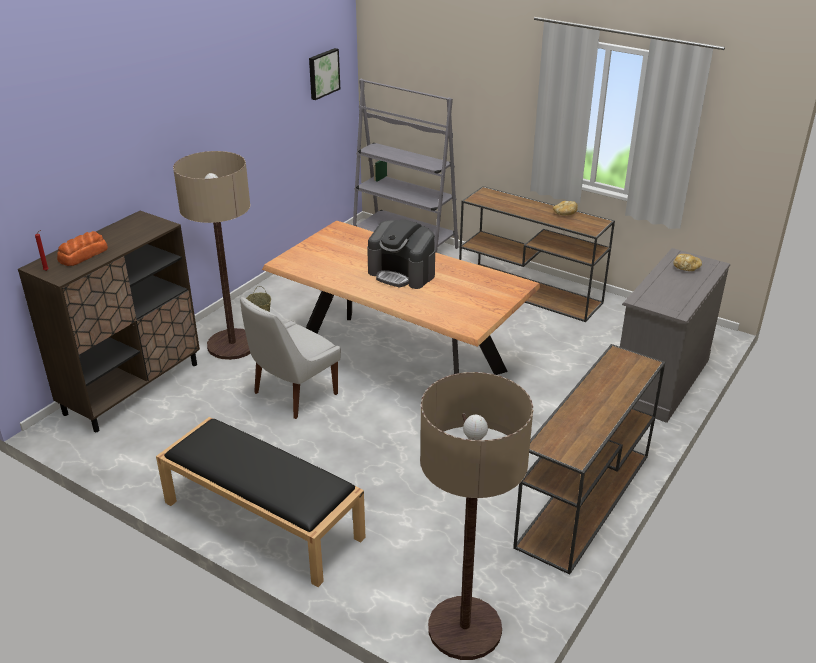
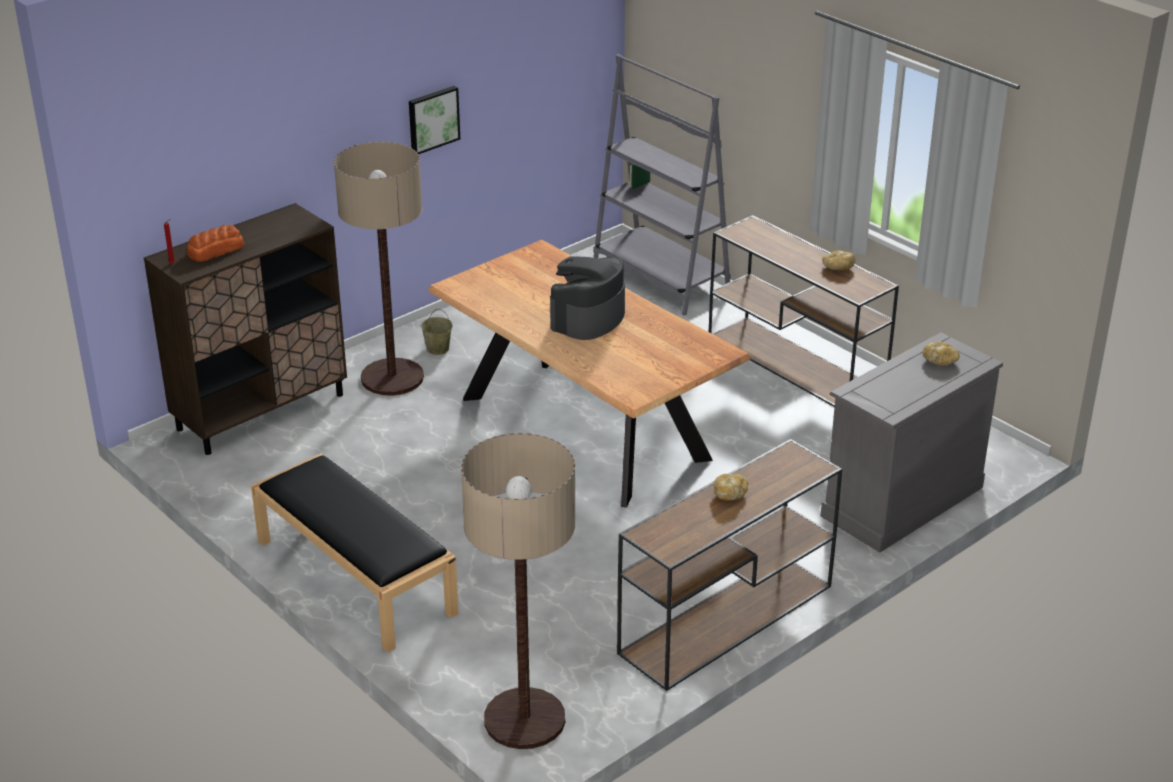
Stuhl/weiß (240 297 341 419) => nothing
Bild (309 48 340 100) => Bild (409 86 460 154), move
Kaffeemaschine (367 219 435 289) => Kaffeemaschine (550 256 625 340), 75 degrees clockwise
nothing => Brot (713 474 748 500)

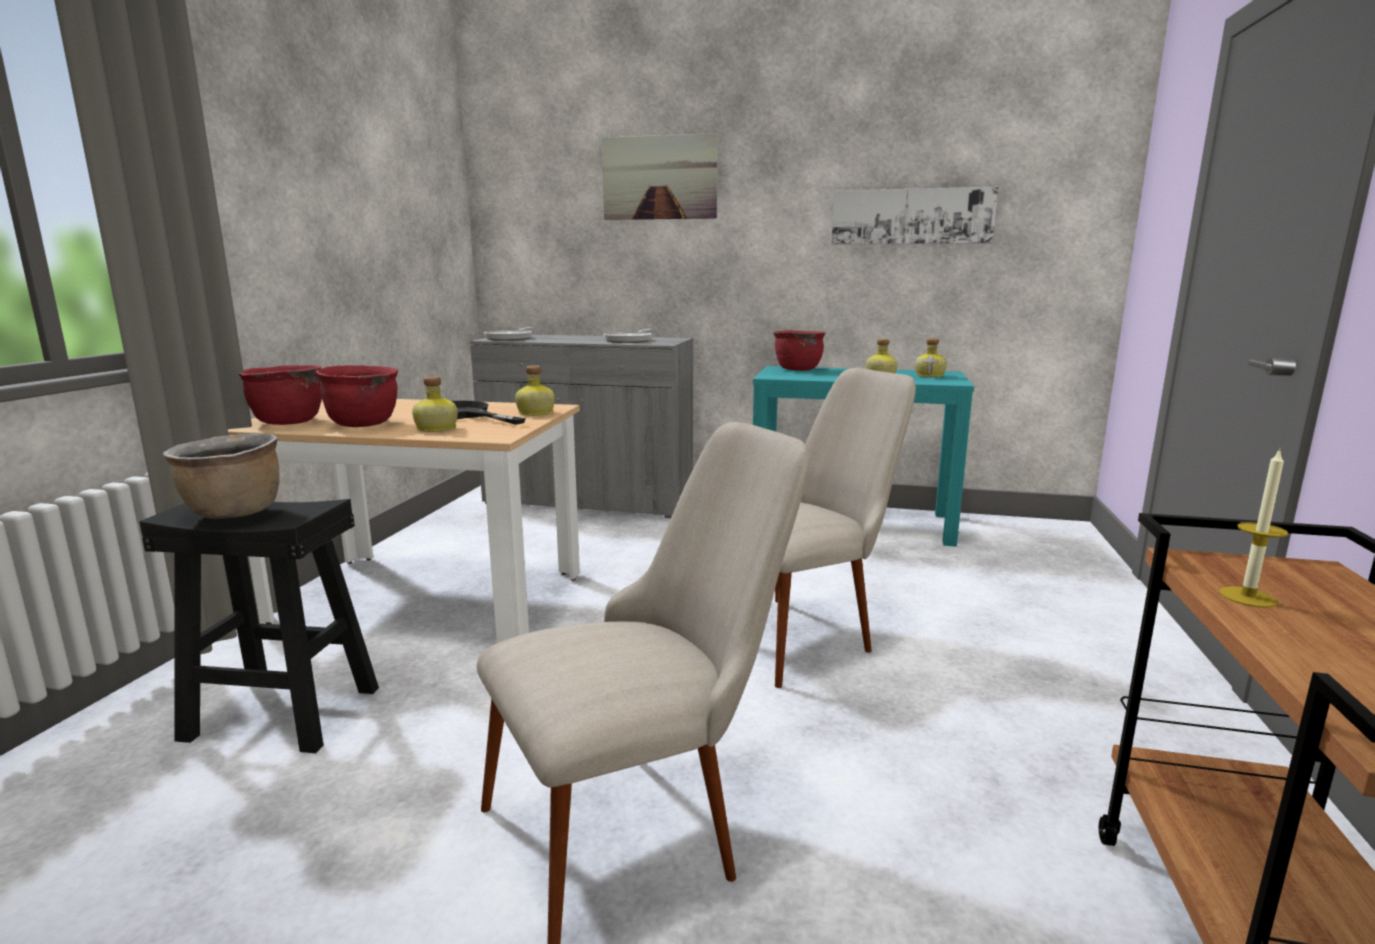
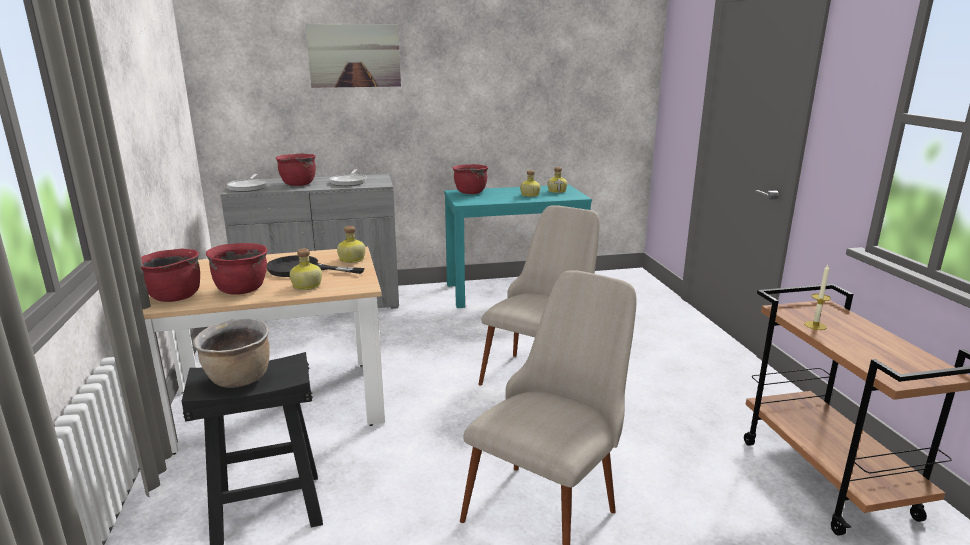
Bild (832 187 998 244) => nothing
nothing => Kochtopf/rot (276 154 316 186)

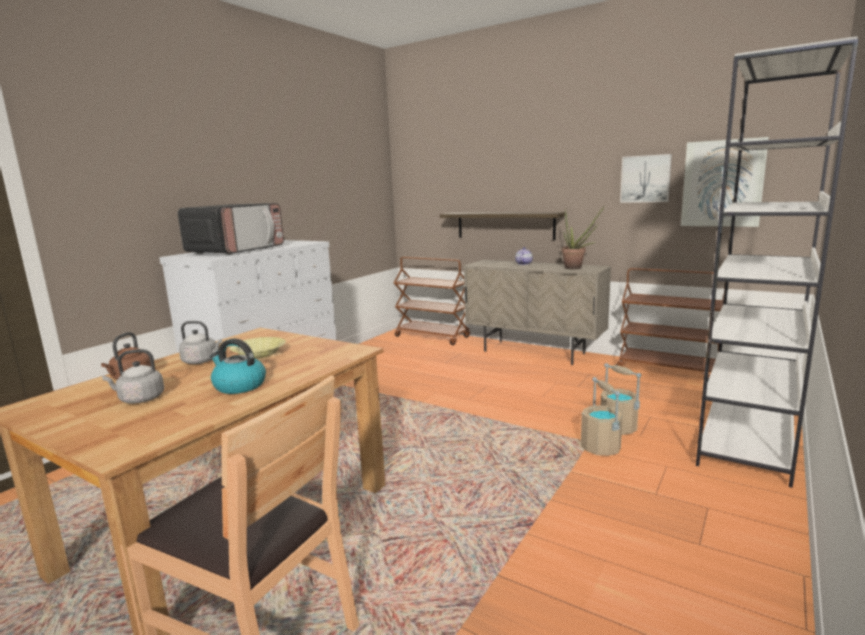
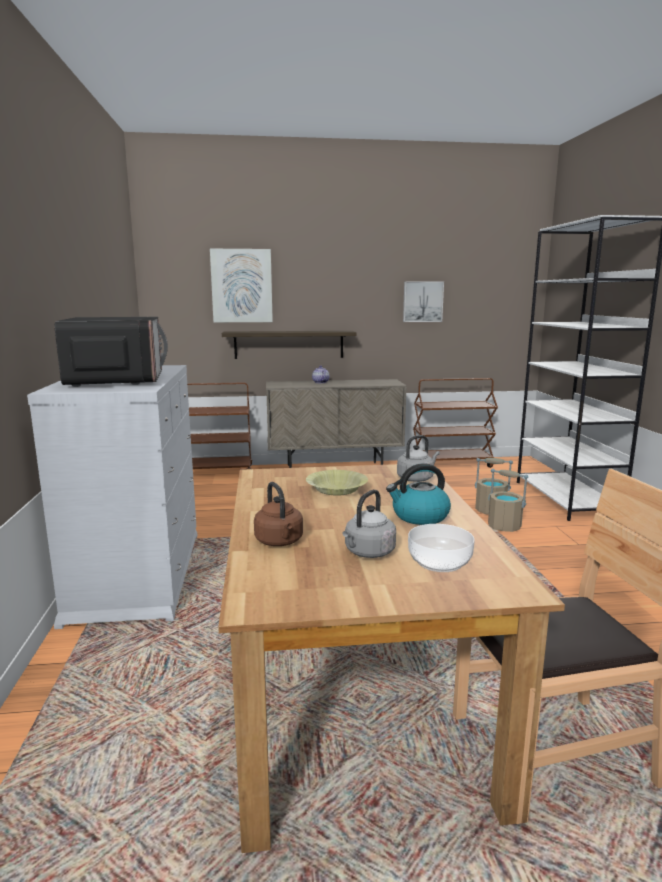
Wasserkessel/grau (179 321 222 364) => Wasserkessel/grau (397 435 440 482), move
Topfpflanze (561 207 604 269) => nothing
Bild (681 137 769 227) => Bild (210 249 273 322), move
nothing => Schüssel (408 524 475 572)

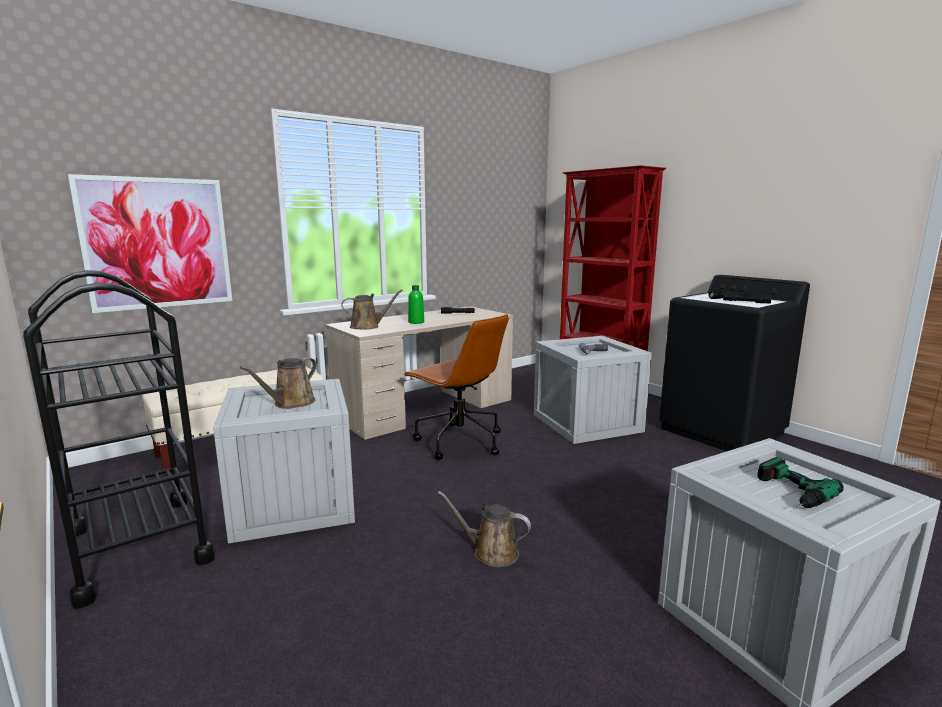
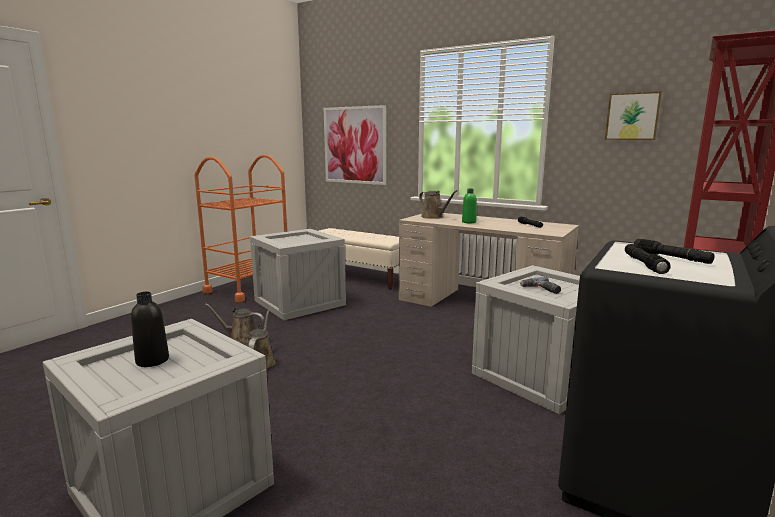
Rollwagen/schwarz (23 270 215 609) => Rollwagen/orange (194 154 287 302)
Gießkanne/braun (240 357 317 409) => Gießkanne/braun (205 304 264 346), move
Bürostuhl/braun (403 314 509 460) => nothing
Bohrmaschine (757 457 844 509) => Flasche/schwarz (131 292 169 367)
nothing => Bild (605 91 662 140)

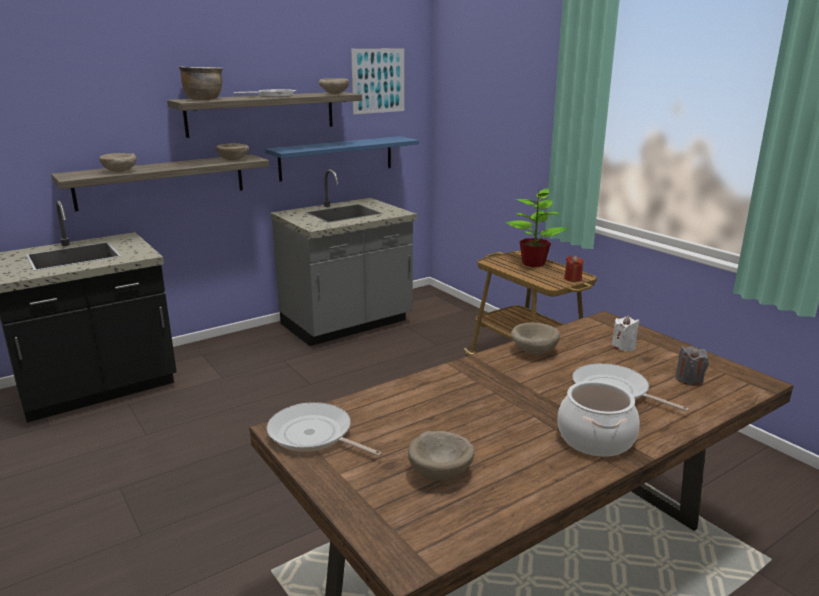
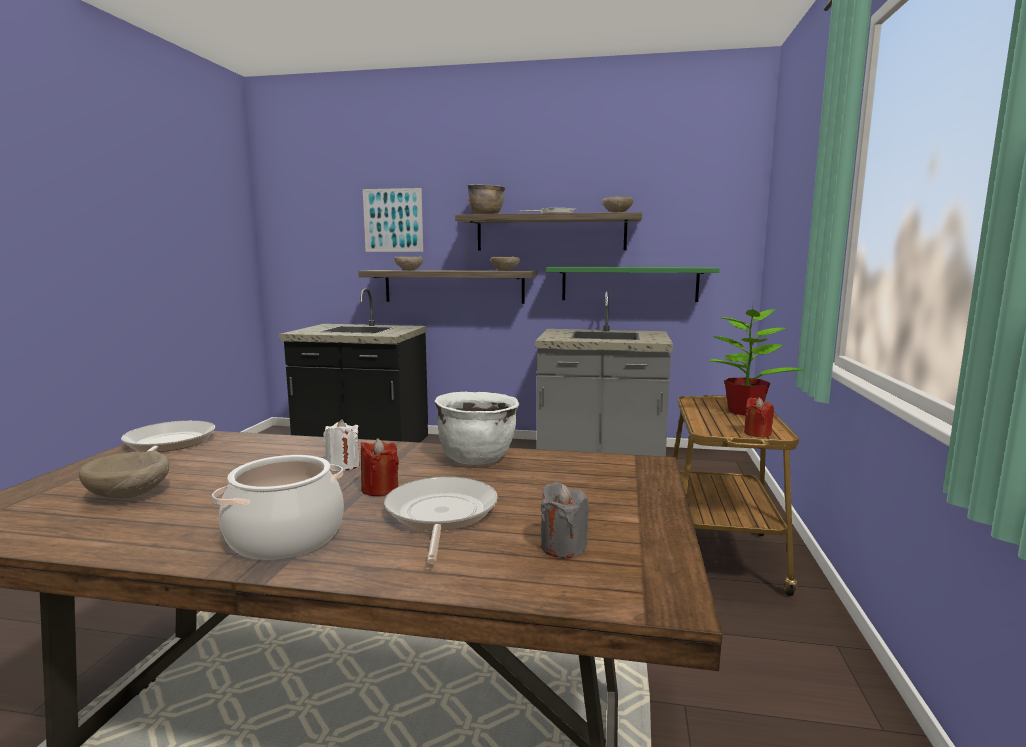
Wandregal/blau (265 136 419 181) => Wandregal/grün (546 267 720 302)
Bild (351 48 404 114) => Bild (363 188 423 252), move
Schüssel/beige (511 323 560 355) => Kochtopf/weiß (435 392 519 465)
Kerze/weiß (612 315 640 351) => Kerze/weiß (323 419 360 471), move
nothing => Kerze/rot (361 438 399 496)

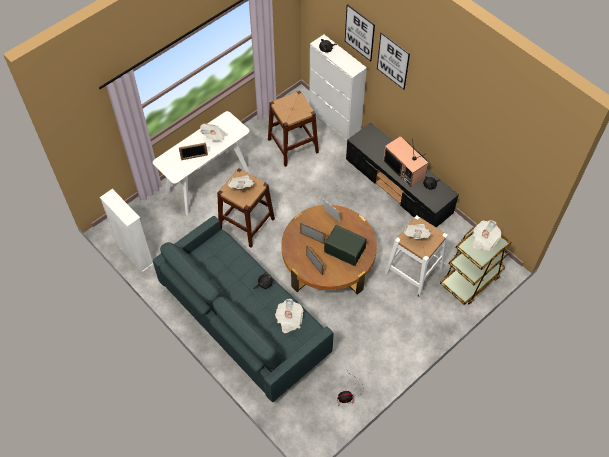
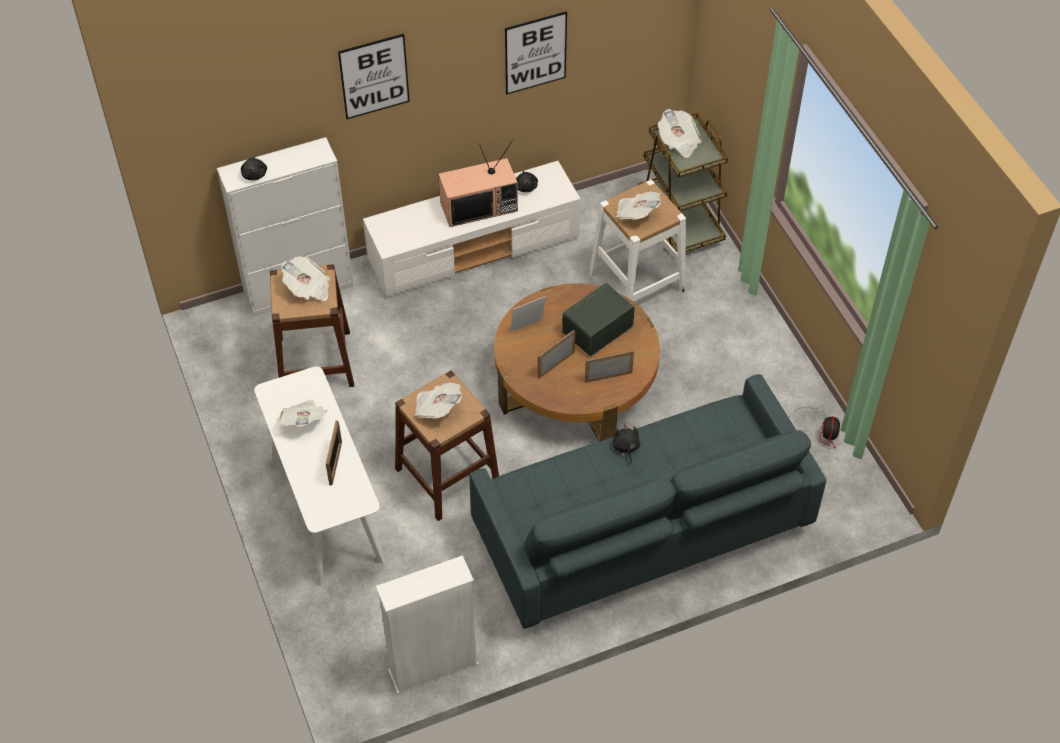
Zeitung (275 299 303 333) => Zeitung (281 256 330 301), move
Bild (345 4 375 61) => Bild (505 11 567 95), move
Fernsehschrank/schwarz (346 123 459 227) => Fernsehschrank/weiß (363 161 581 297)

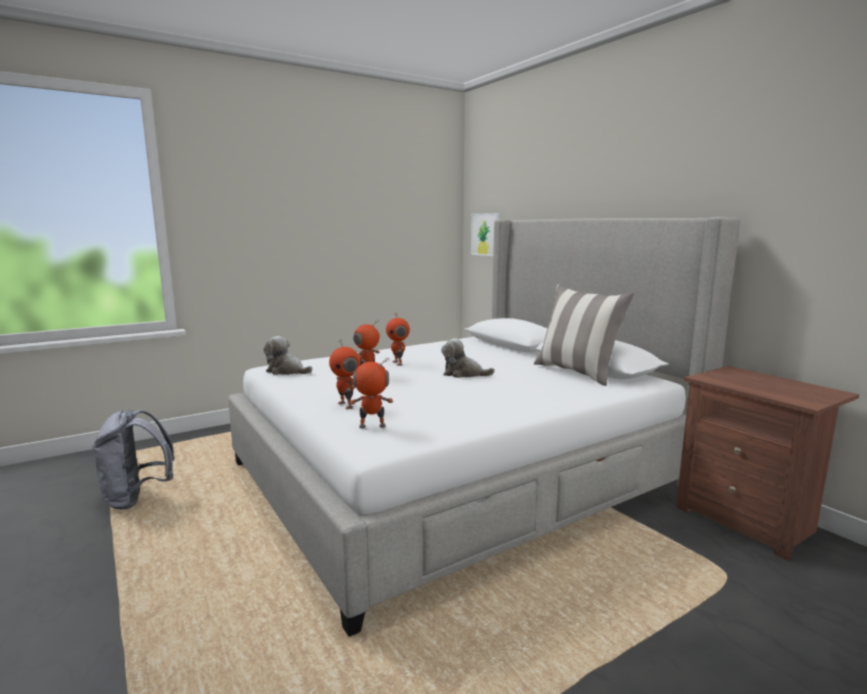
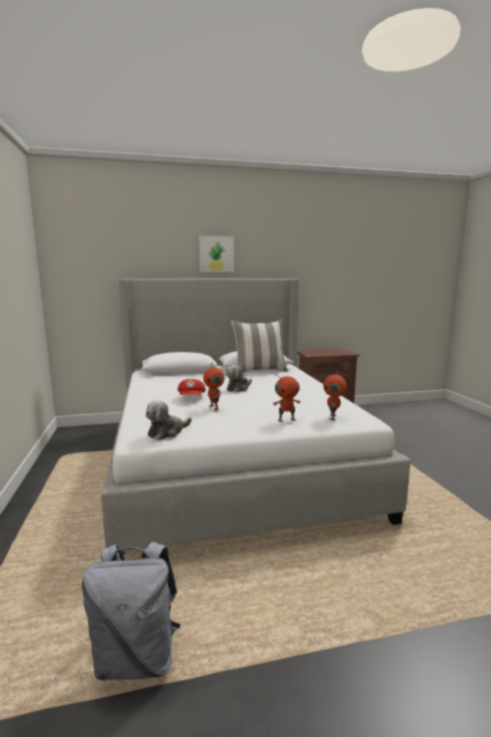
Spielzeugroboter (386 313 410 366) => Kappe/rot (177 379 206 395)
Bild (471 213 499 256) => Bild (199 235 234 272), move

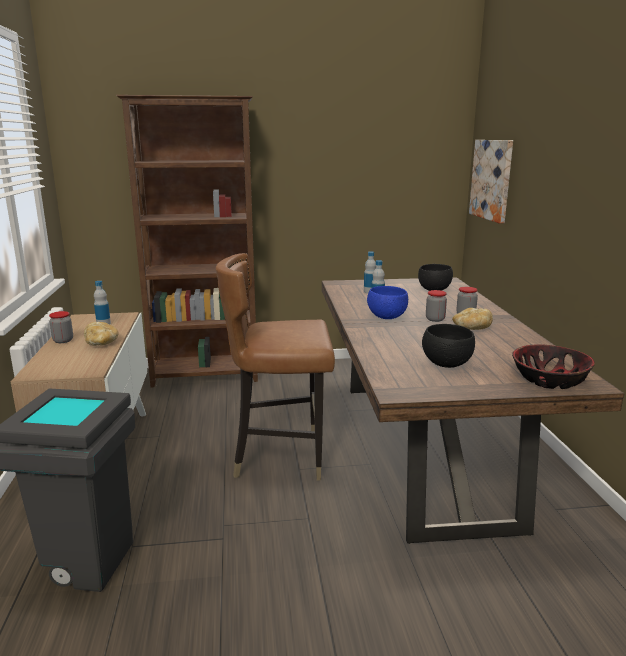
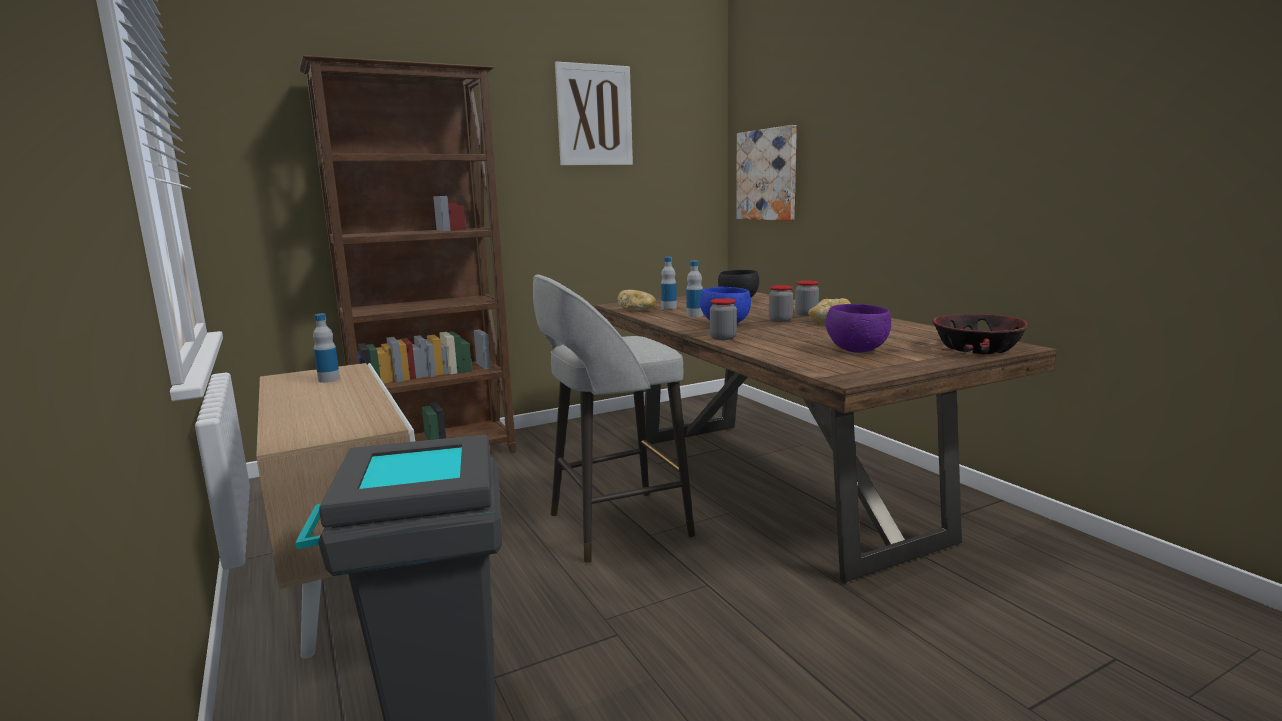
Vorratsglas (49 311 73 343) => Vorratsglas (710 298 737 340), move
Brot (84 322 119 346) => Brot (618 290 656 311), move
Stuhl/braun (216 253 335 481) => Hocker/grau (533 275 695 564)
Schüssel/schwarz (422 324 475 368) => Schüssel/lila (826 304 891 353)
nothing => Bild (555 61 633 166)

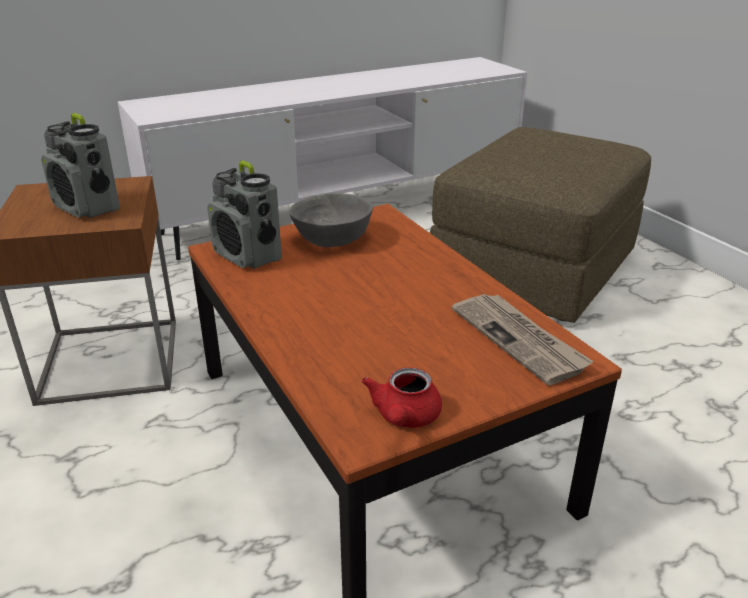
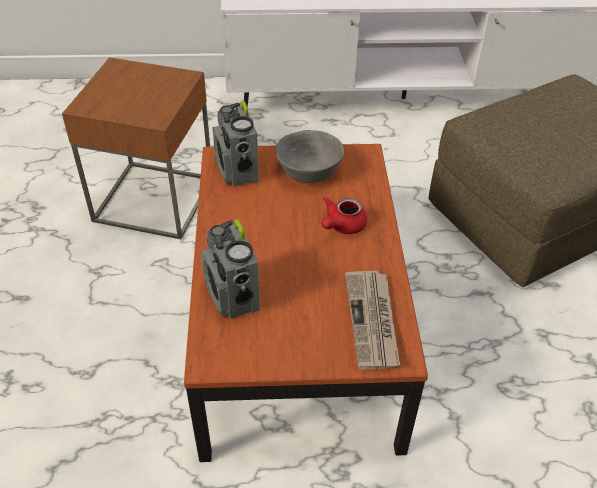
Radio (41 113 120 218) => Radio (201 219 260 319), move
Teekanne/rot (362 367 442 428) => Teekanne/rot (321 197 367 234), move

